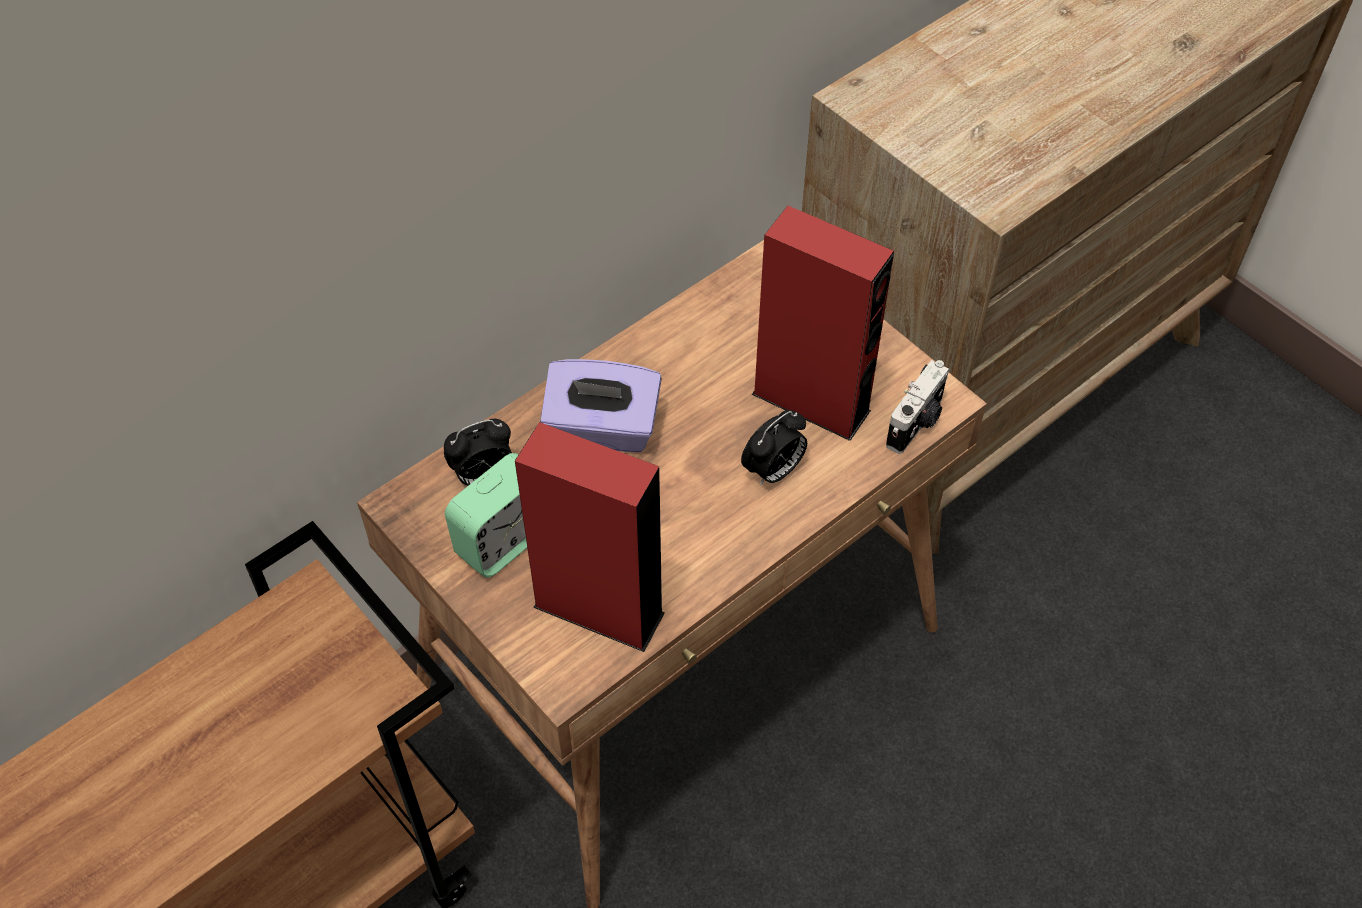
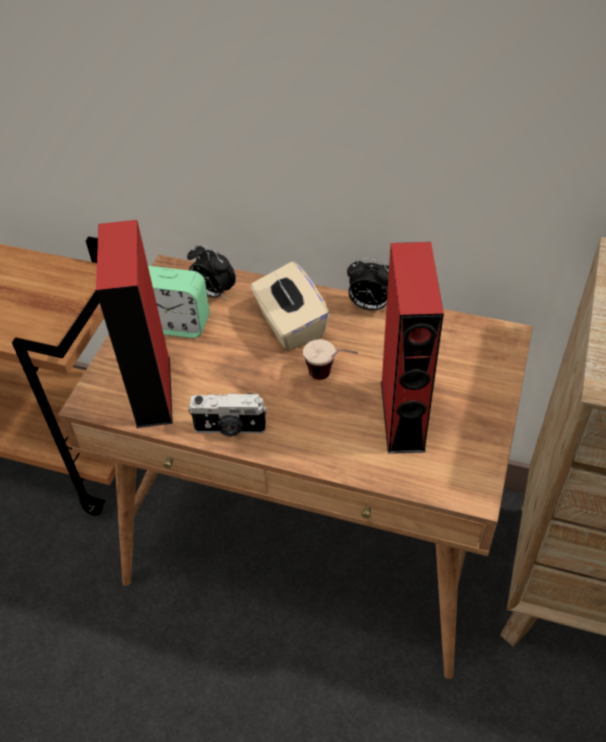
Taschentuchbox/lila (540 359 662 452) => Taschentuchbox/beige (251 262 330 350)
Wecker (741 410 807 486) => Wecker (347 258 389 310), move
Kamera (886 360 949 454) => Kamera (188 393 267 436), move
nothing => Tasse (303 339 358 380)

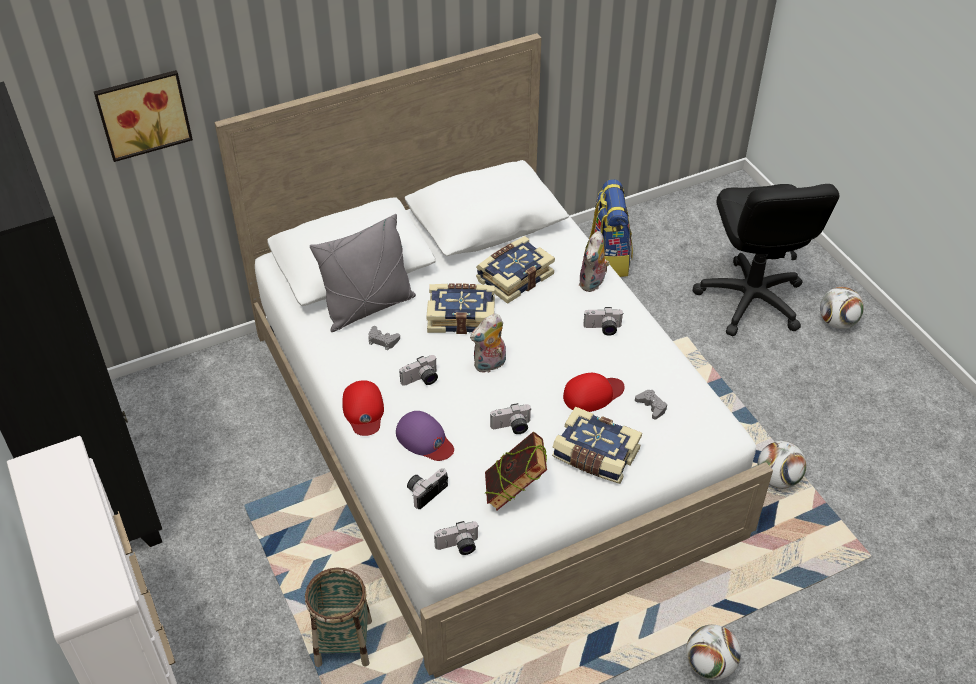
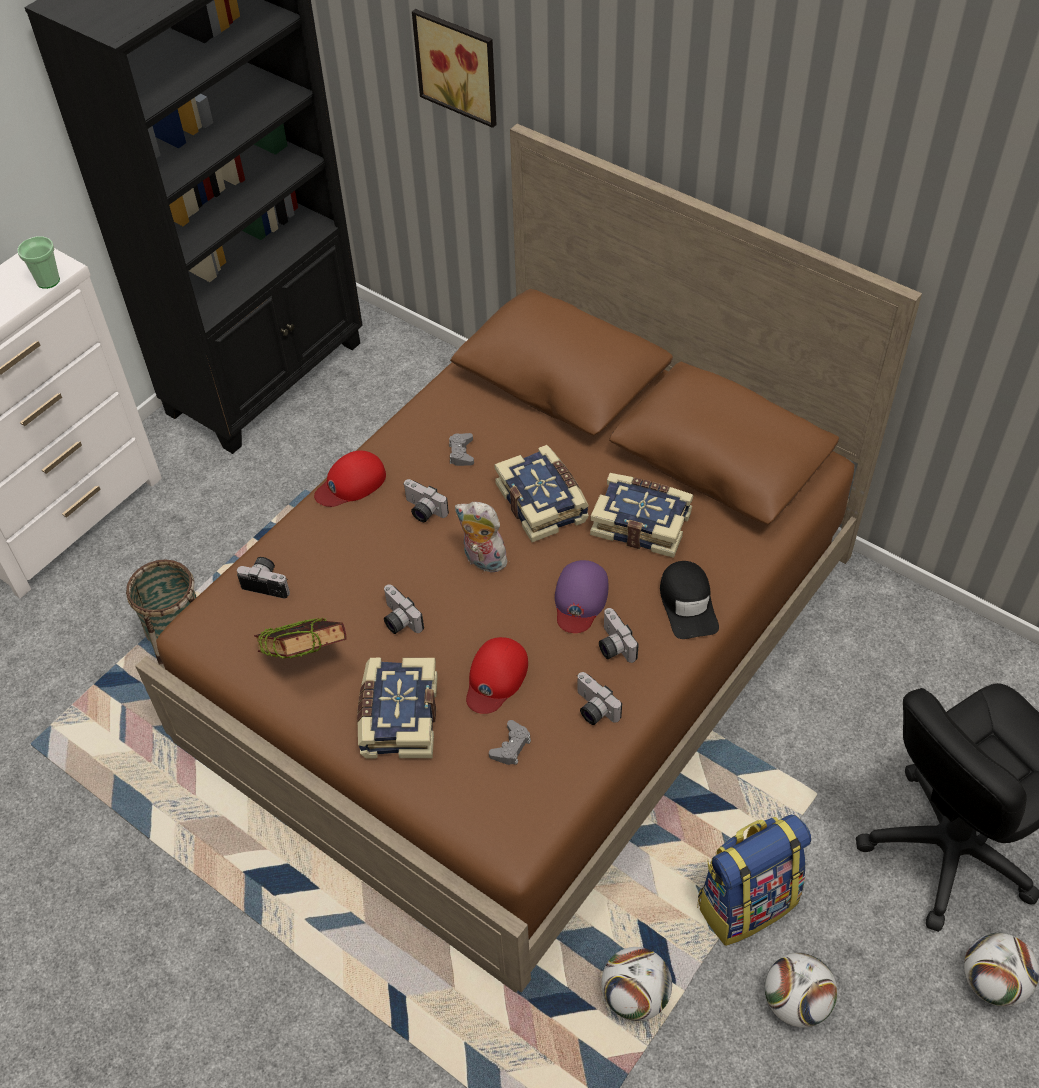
Bett/weiß (214 33 773 678) => Bett/braun (135 124 922 993)
Kissen/grau (310 214 416 332) => nothing
Kappe/lila (396 411 454 461) => Kappe/lila (555 560 608 633), move
Kamera (434 521 479 555) => Kamera (577 672 622 725), move
Kappe/rot (563 373 625 412) => Kappe/rot (466 637 528 714), 75 degrees clockwise
Plüschtier (579 231 610 292) => Kappe/schwarz (660 561 719 639)
Rucksack (589 179 633 277) => Rucksack (697 815 811 946), move
Fußball (686 625 741 680) => Fußball (765 953 837 1027), move
nothing => Tasse (17 236 60 289)

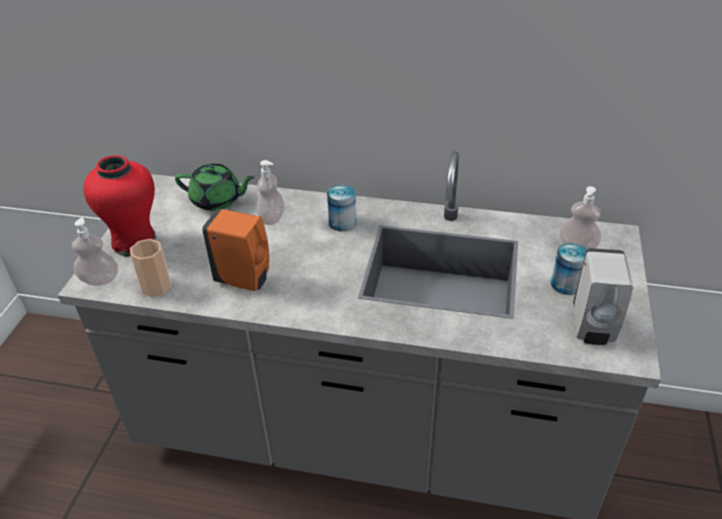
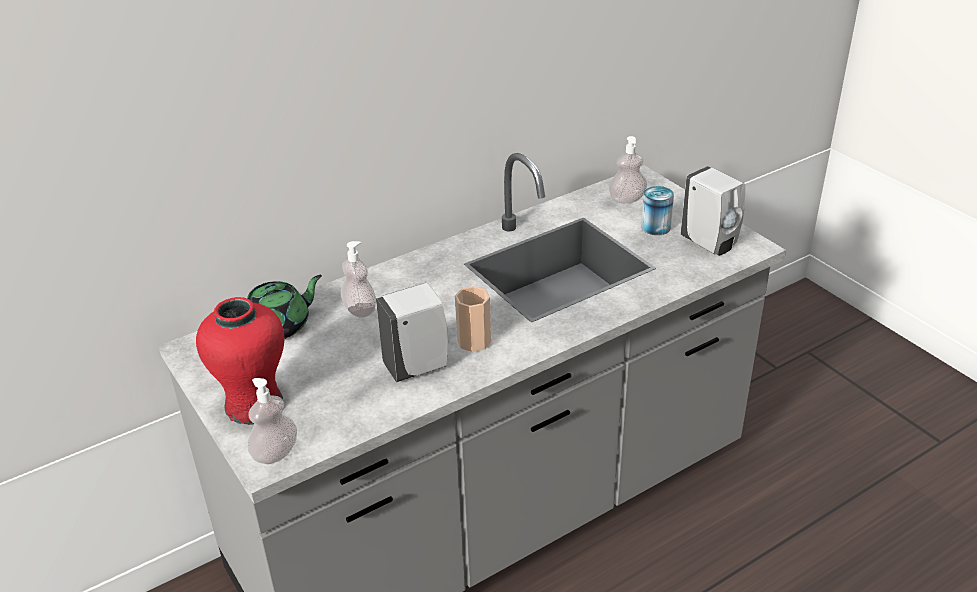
Tasse (130 239 171 297) => Tasse (455 286 491 352), move
Seifenspender/orange (202 209 269 291) => Seifenspender/weiß (376 283 448 382)
Dose (327 185 356 231) => nothing

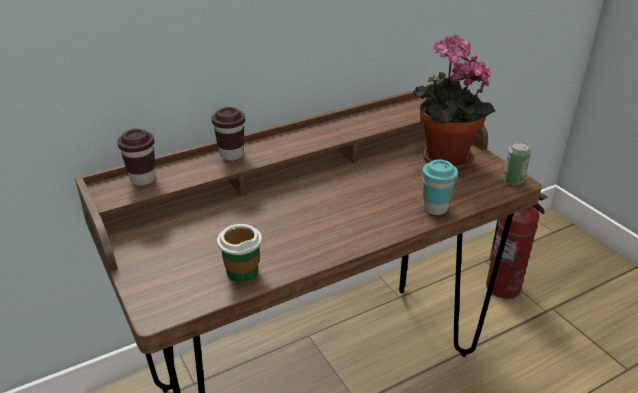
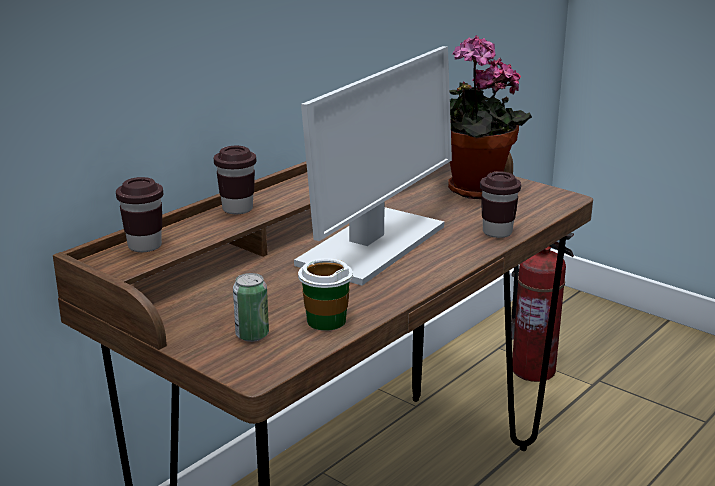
Tasse/türkis (422 160 458 215) => Tasse/braun (480 172 521 238)
Dose (503 142 531 185) => Dose (233 273 269 342), move
nothing => Monitor (294 46 452 286)

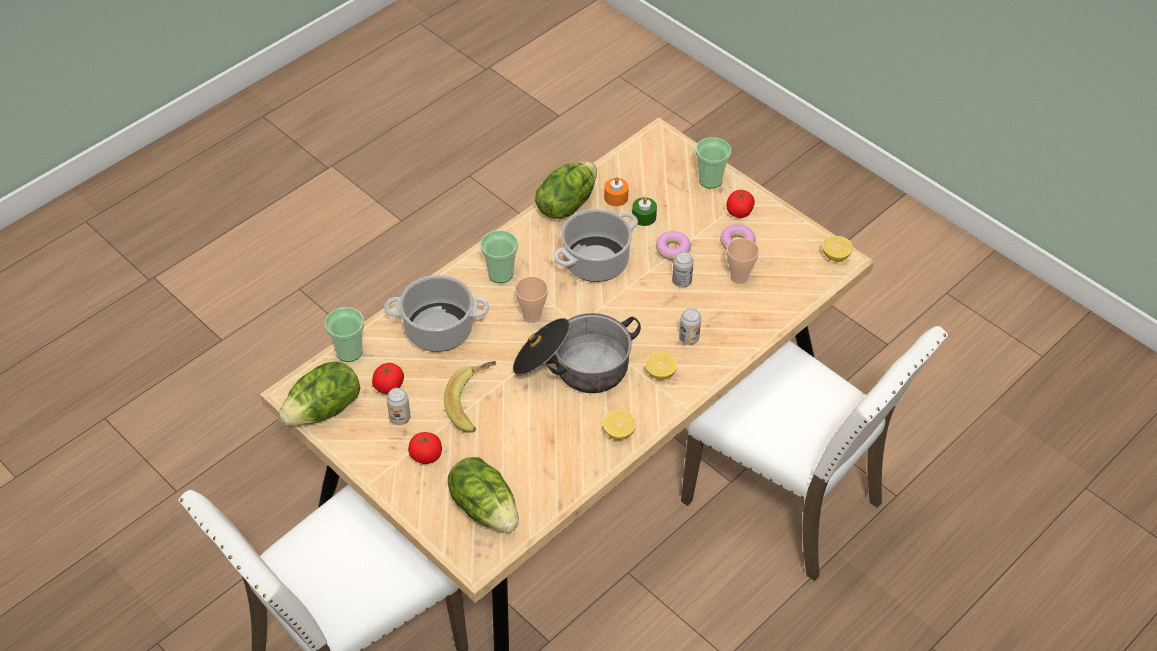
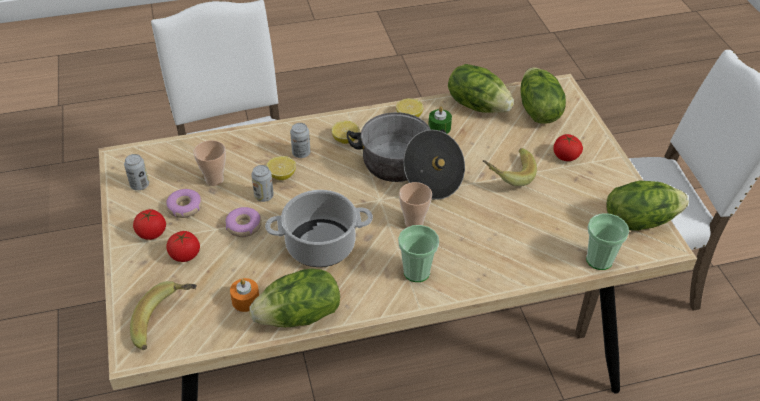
Tomate (372 363 404 394) => Tomate (167 231 200 262), move
Kochtopf (384 275 489 352) => nothing
Dose (387 388 411 425) => Dose (124 154 149 190), move
Kerze/grün (632 196 657 226) => Kerze/grün (428 107 452 134), move
Tasse (696 137 731 189) => nothing
Zitrone (822 236 853 262) => Zitrone (266 156 296 180), move
nothing => Banane (130 281 197 350)
nothing => Salatkopf (448 64 514 113)

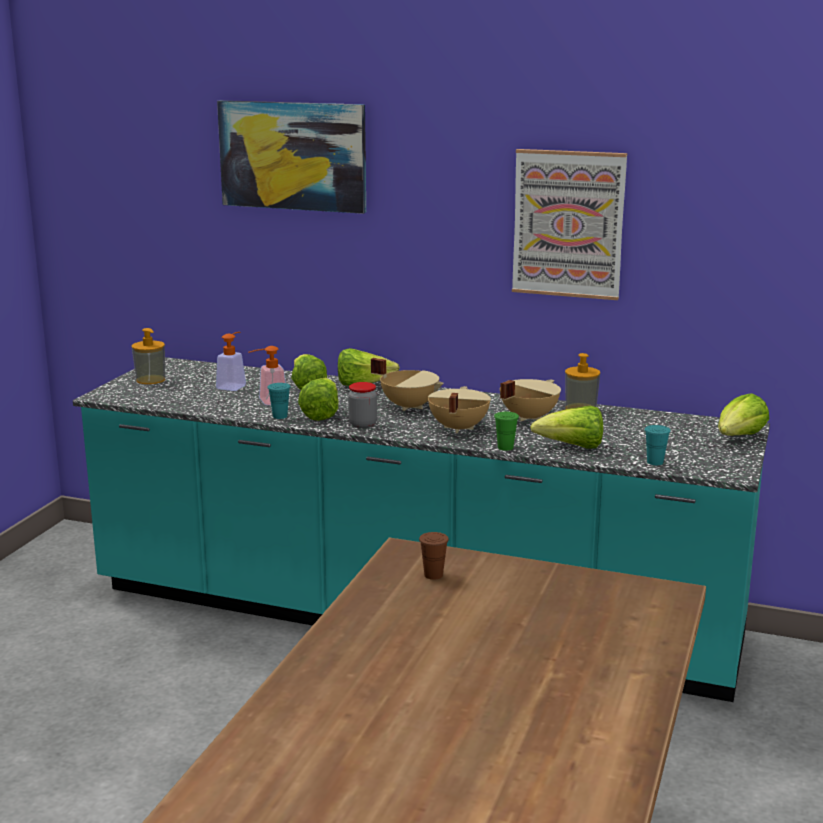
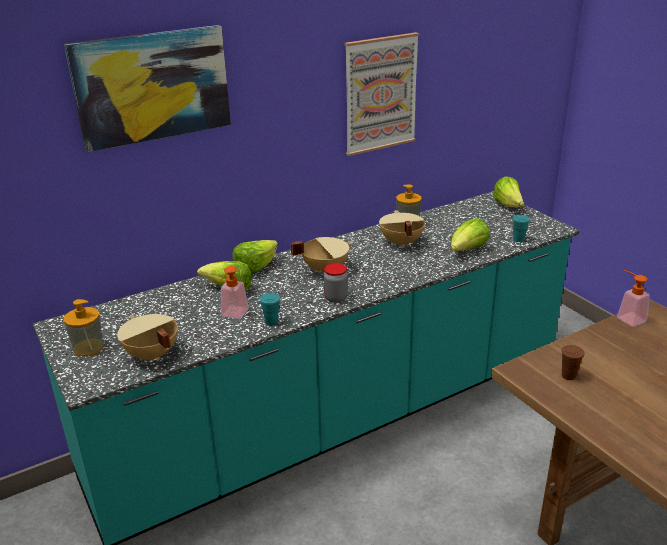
Seifenspender (216 332 246 391) => Seifenspender (617 270 650 327), move
Salatkopf (298 377 339 421) => nothing
Kochtopf/beige (428 386 491 433) => Kochtopf/beige (117 314 178 361), move
Tasse/grün (494 412 519 451) => nothing

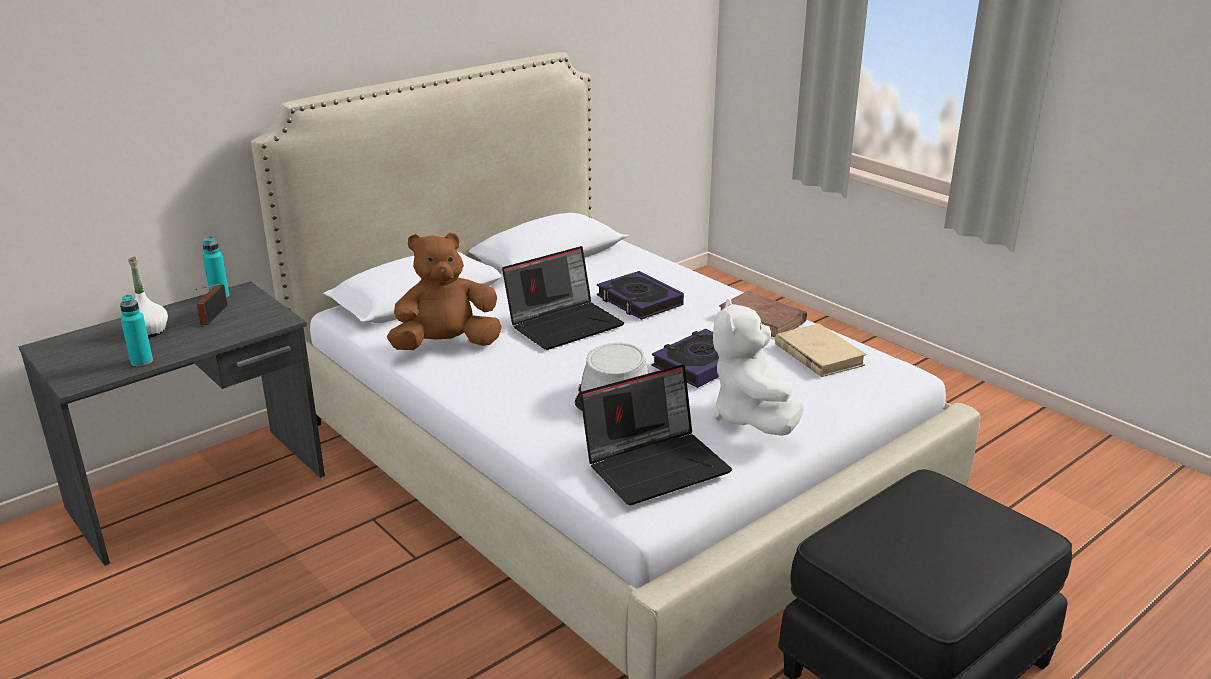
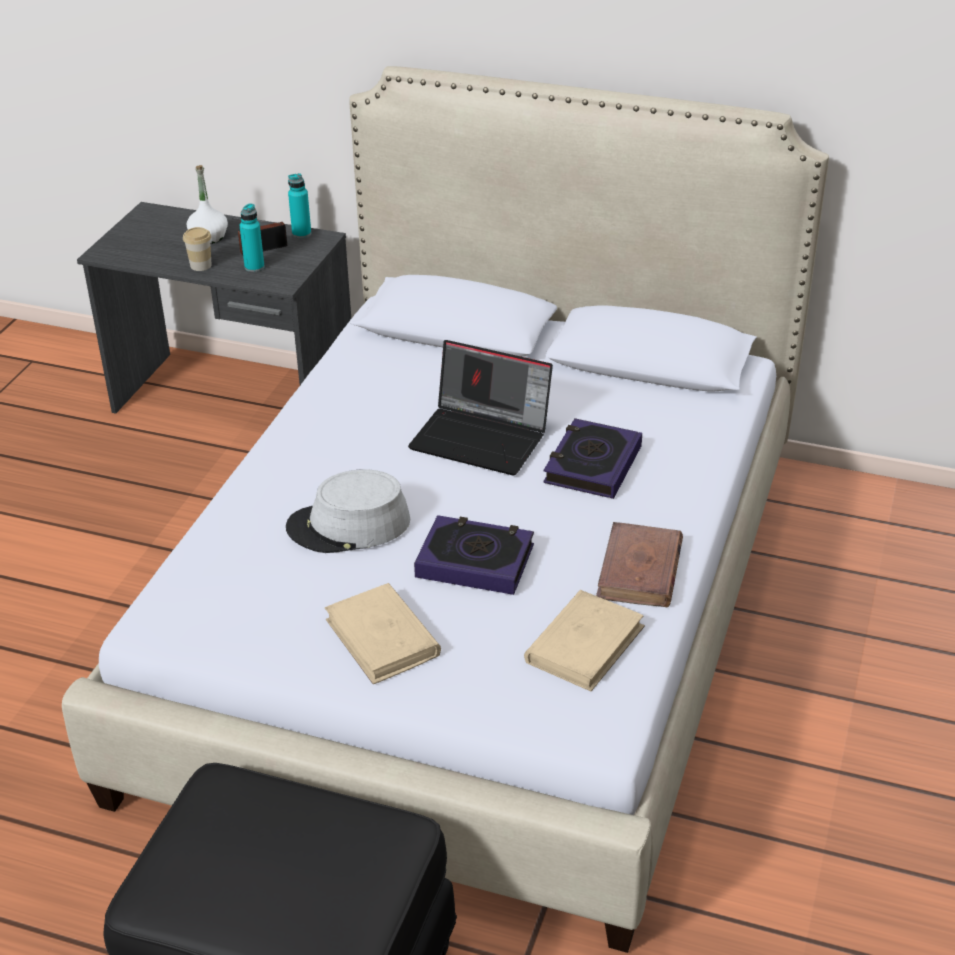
Flasche/türkis (120 295 153 366) => Flasche/türkis (240 203 265 272), move
Plüschtier/braun (387 233 502 350) => nothing
Laptop (580 364 732 505) => nothing
Plüschtier/weiß (713 297 804 436) => Buch/beige (325 583 441 684)
nothing => Tasse (183 227 212 271)

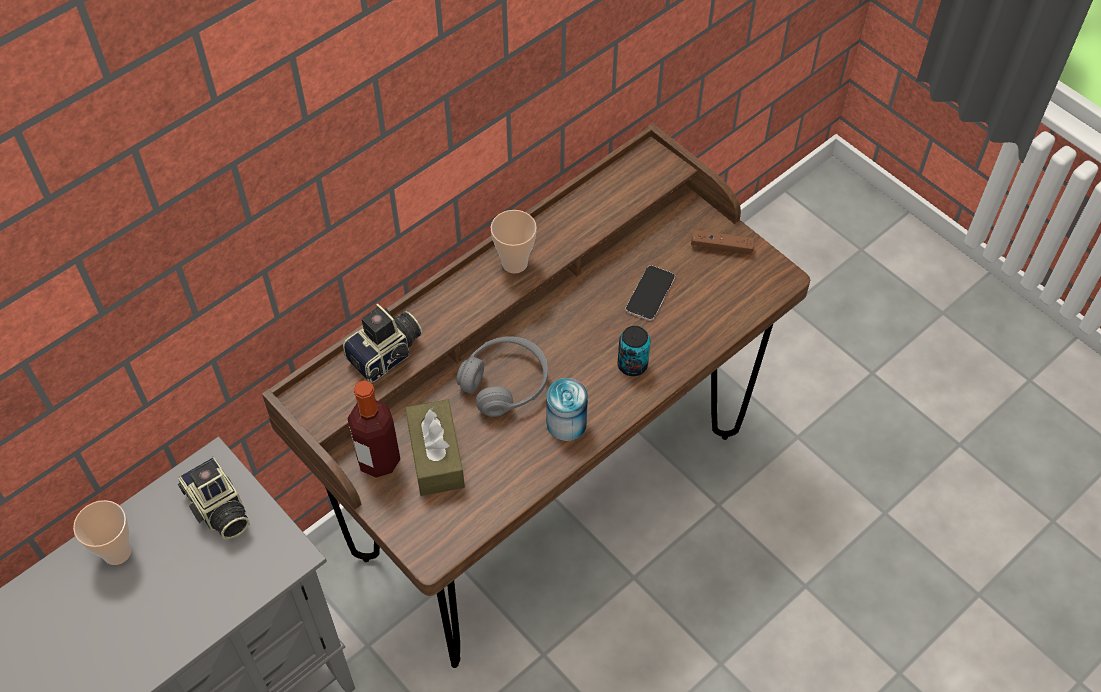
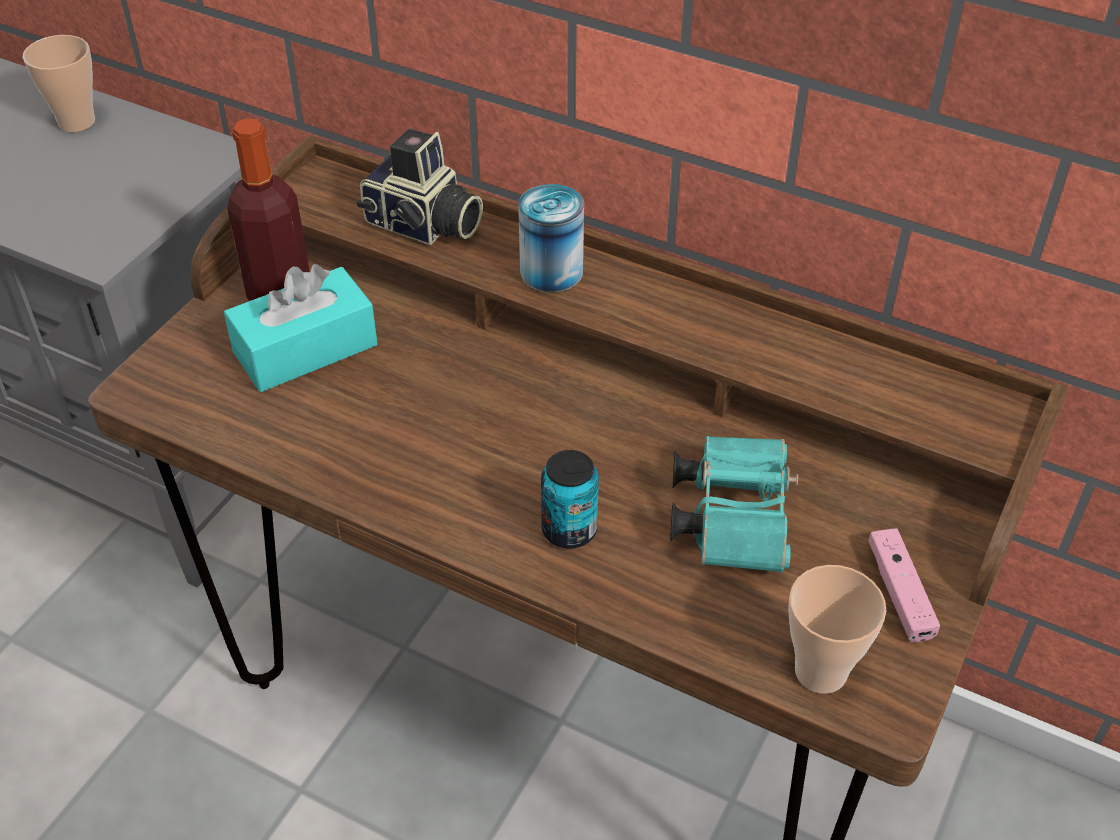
Kamera (178 457 250 540) => nothing
Taschentuchbox/braun (405 399 465 496) => Taschentuchbox/türkis (224 264 377 392)
Kopfhörer/grau (456 336 548 417) => nothing
Tasse (490 210 537 274) => Tasse (788 565 886 694), move
Dose (546 378 588 441) => Dose (518 184 584 292), move
Handy (625 265 675 321) => Fernglas/türkis (670 436 798 573)
Gamepad/braun (691 230 755 254) => Gamepad/rosa (868 528 940 642)

